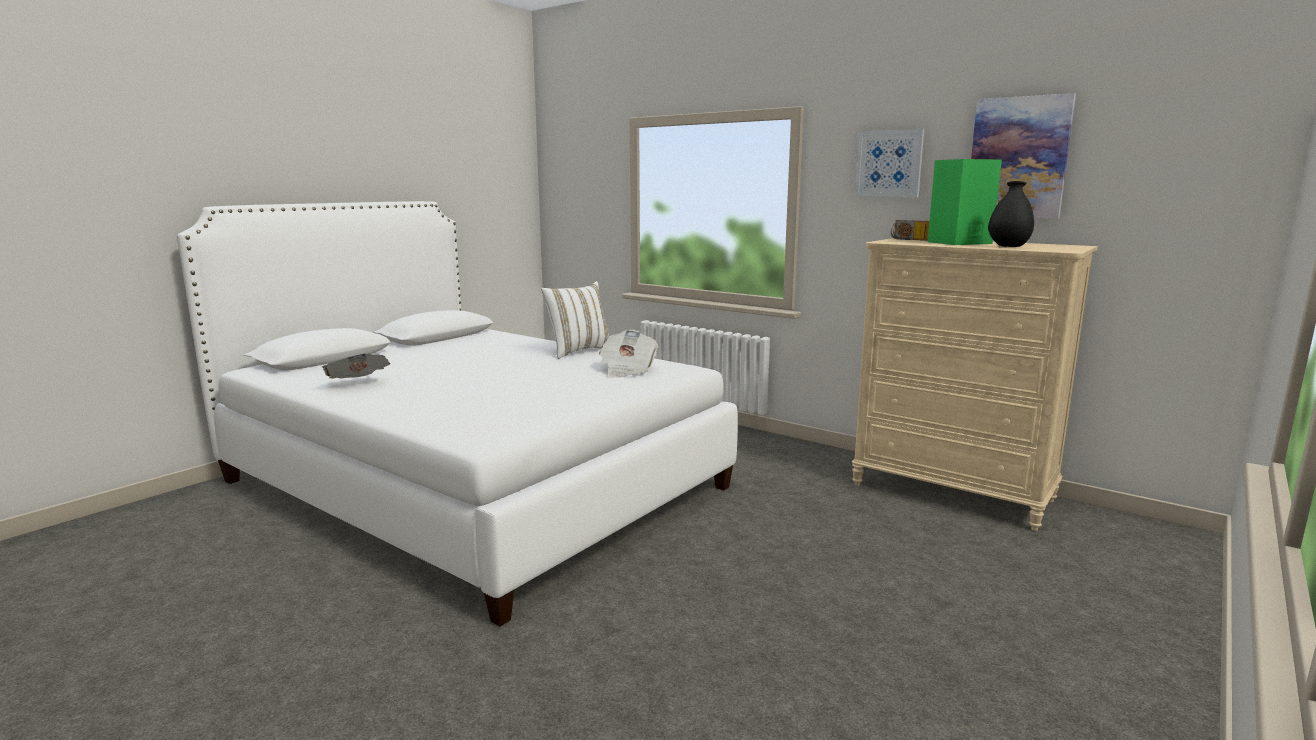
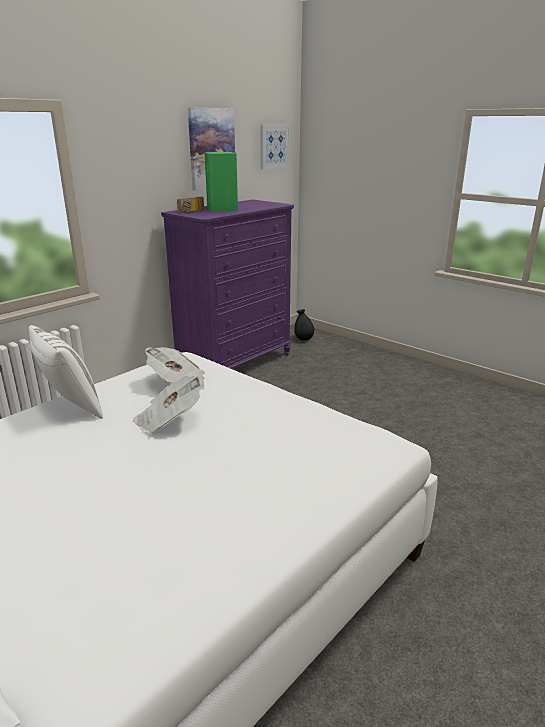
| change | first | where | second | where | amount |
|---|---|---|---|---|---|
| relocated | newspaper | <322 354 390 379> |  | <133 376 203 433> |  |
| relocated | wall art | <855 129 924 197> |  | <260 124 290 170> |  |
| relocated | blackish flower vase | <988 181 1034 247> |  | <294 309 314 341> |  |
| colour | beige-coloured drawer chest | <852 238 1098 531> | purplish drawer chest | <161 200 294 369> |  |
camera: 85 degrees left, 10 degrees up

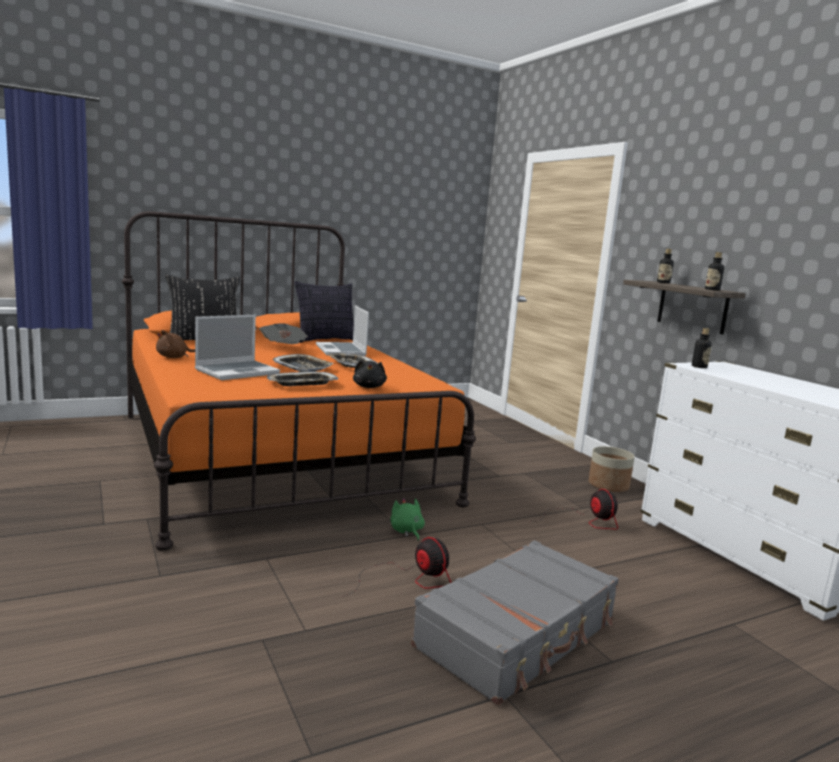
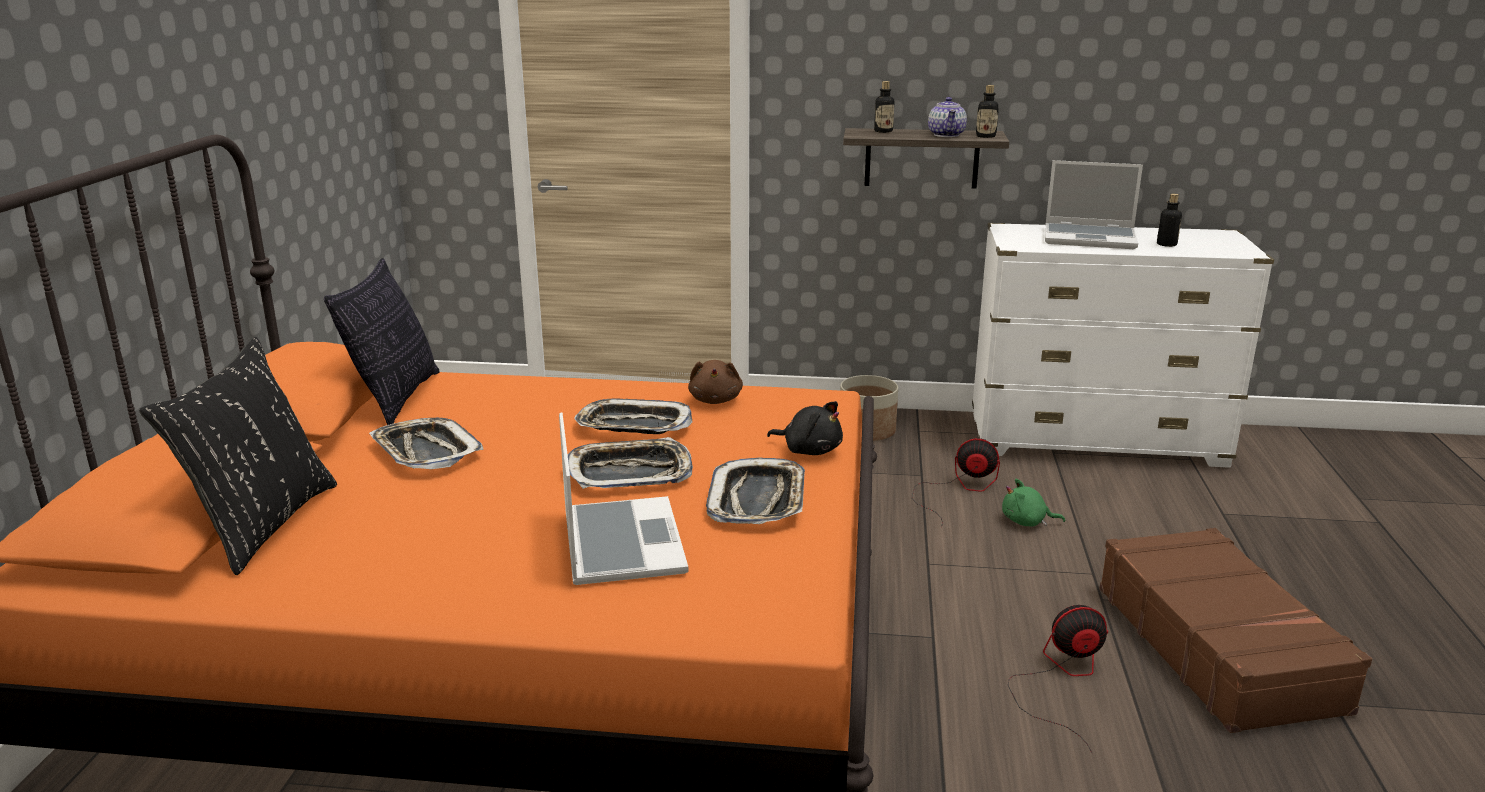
| change | first | where | second | where | amount |
|---|---|---|---|---|---|
| appeared |  |  | teapot | <928 97 967 137> |  |
| relocated | brownish soft toy | <156 330 195 358> |  | <688 360 743 404> |  |
| relocated | laptop | <316 305 369 356> |  | <1045 160 1143 249> |  |
| relocated | green soft toy | <390 498 425 541> |  | <1002 479 1065 526> |  |
| relocated | drink bottle | <692 328 712 368> |  | <1157 194 1182 247> |  |
| exchanged | newspaper | <259 323 308 344> | serving tray | <369 418 484 469> |  |
| colour | gray travel case | <411 540 619 705> | brownish travel case | <1099 528 1372 733> |  |
camera: 55 degrees left, 10 degrees up

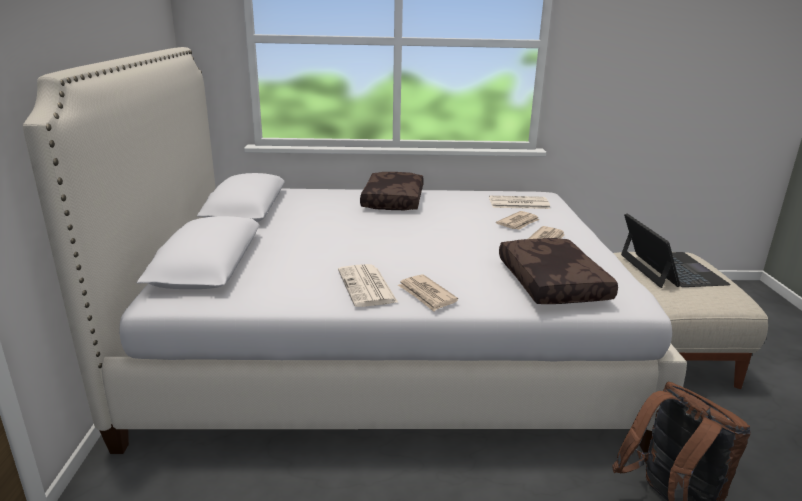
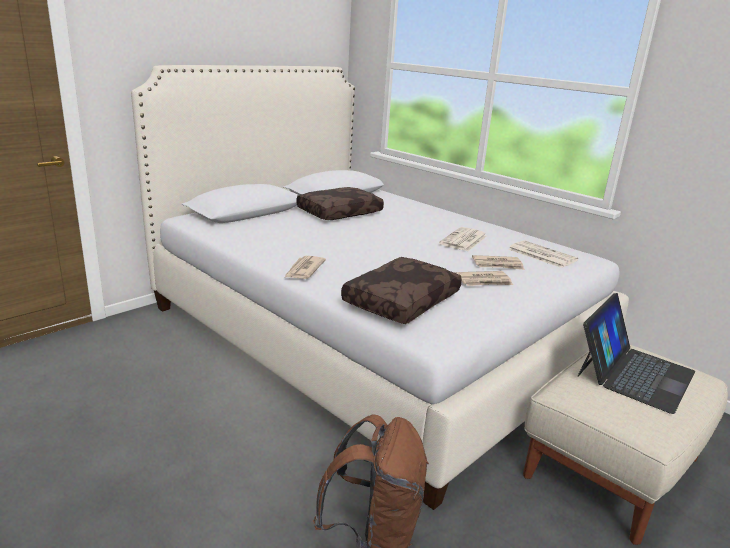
| change | first | where | second | where | amount |
|---|---|---|---|---|---|
| relocated | newspaper | <338 264 398 307> |  | <439 227 487 251> |  |
| relocated | brownish throw pillow | <360 172 424 210> |  | <296 187 384 220> |  |
camera: 45 degrees right, 0 degrees up

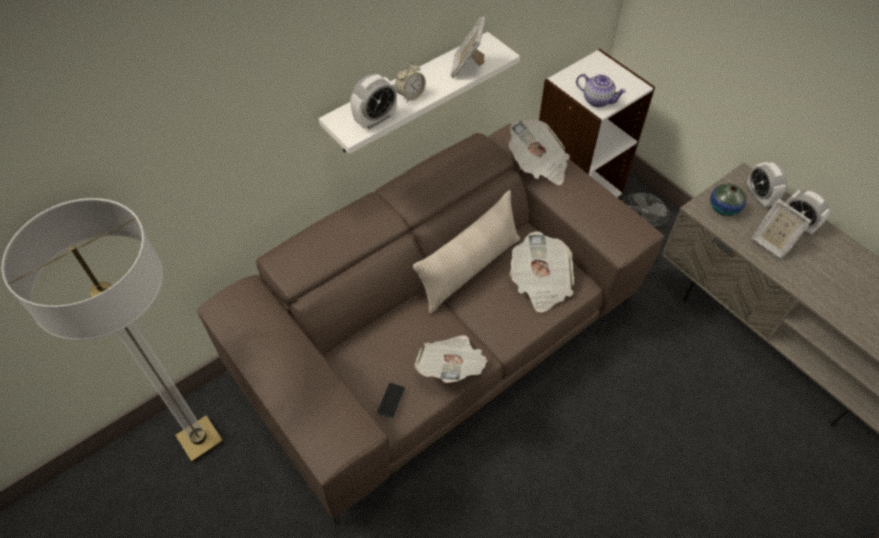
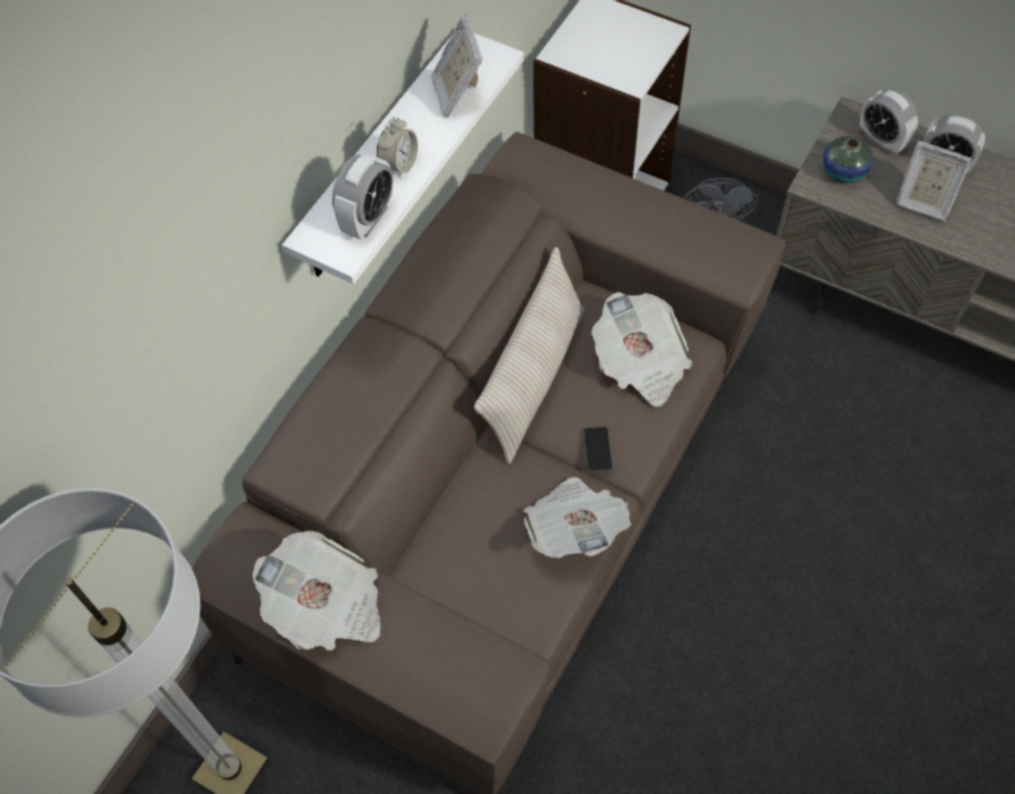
| change | first | where | second | where | amount |
|---|---|---|---|---|---|
| missing | teapot | <576 74 626 107> |  |  |  |
| relocated | telephone | <377 383 405 418> |  | <584 427 613 472> |  |
| relocated | newspaper | <508 119 570 185> |  | <253 531 380 651> |  |
camera: 20 degrees left, 5 degrees up

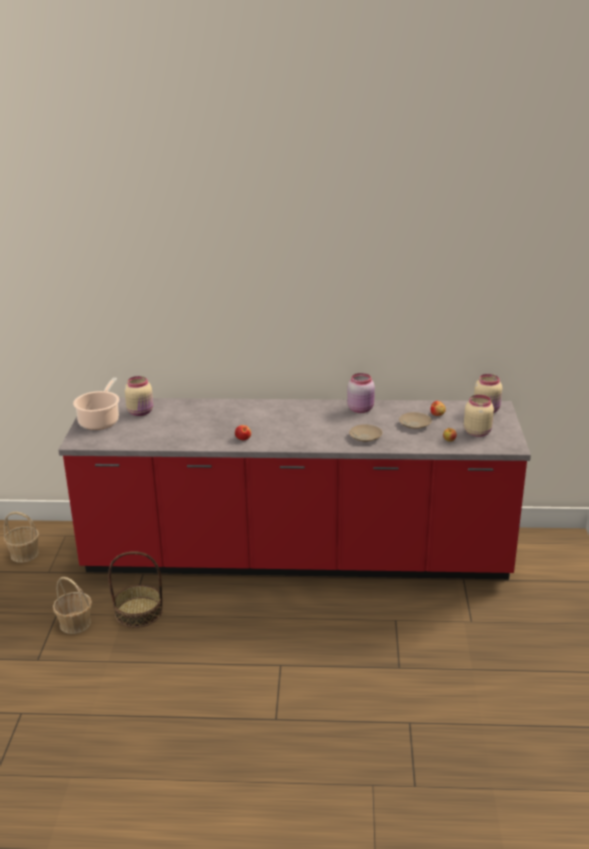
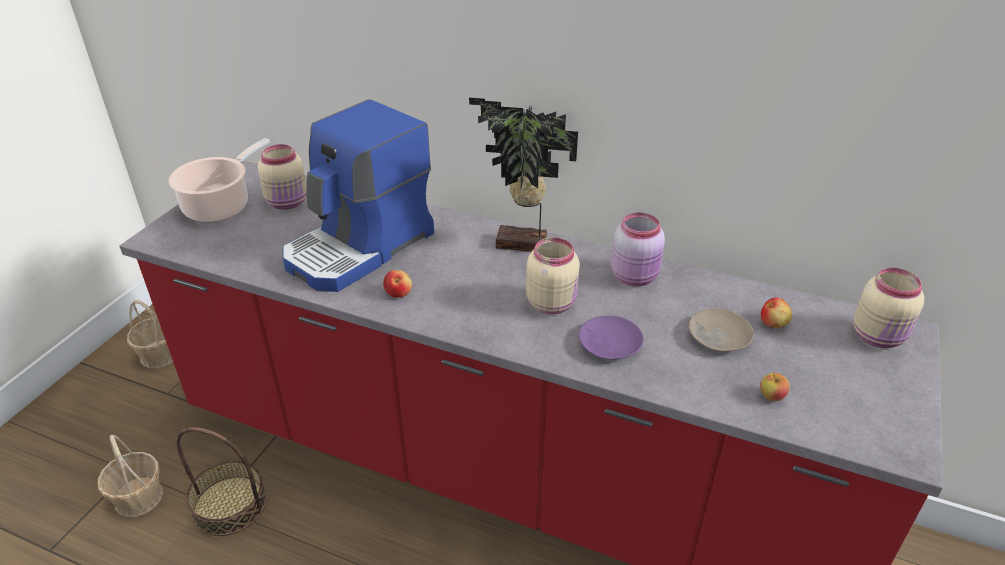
| change | first | where | second | where | amount |
|---|---|---|---|---|---|
| appeared |  |  | coffee machine | <283 99 434 292> |  |
| appeared |  |  | plant in a pot | <469 98 578 252> |  |
| relocated | beige-coloured jar | <464 395 494 437> |  | <526 237 580 314> |  |
| colour | beige-coloured plate | <349 424 382 442> | purplish plate | <579 315 643 359> |  |
camera: 20 degrees right, 10 degrees up

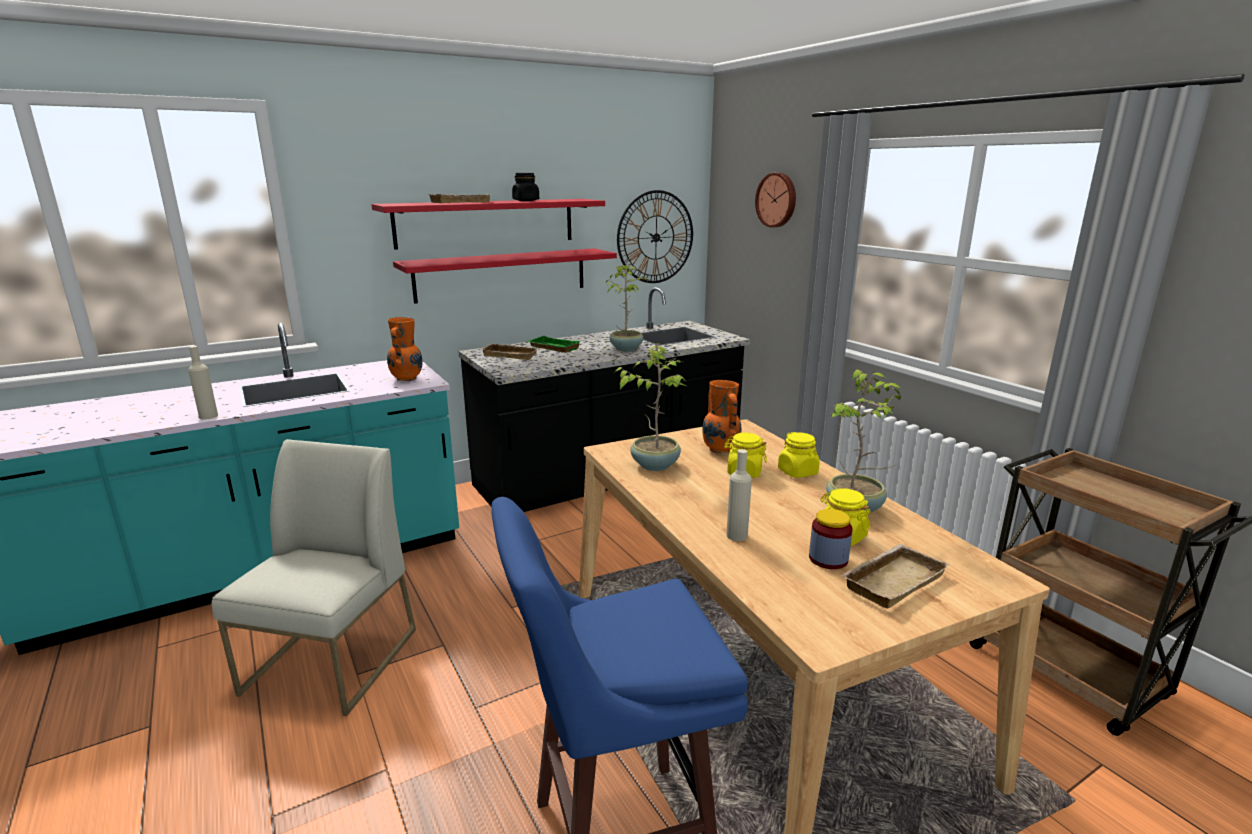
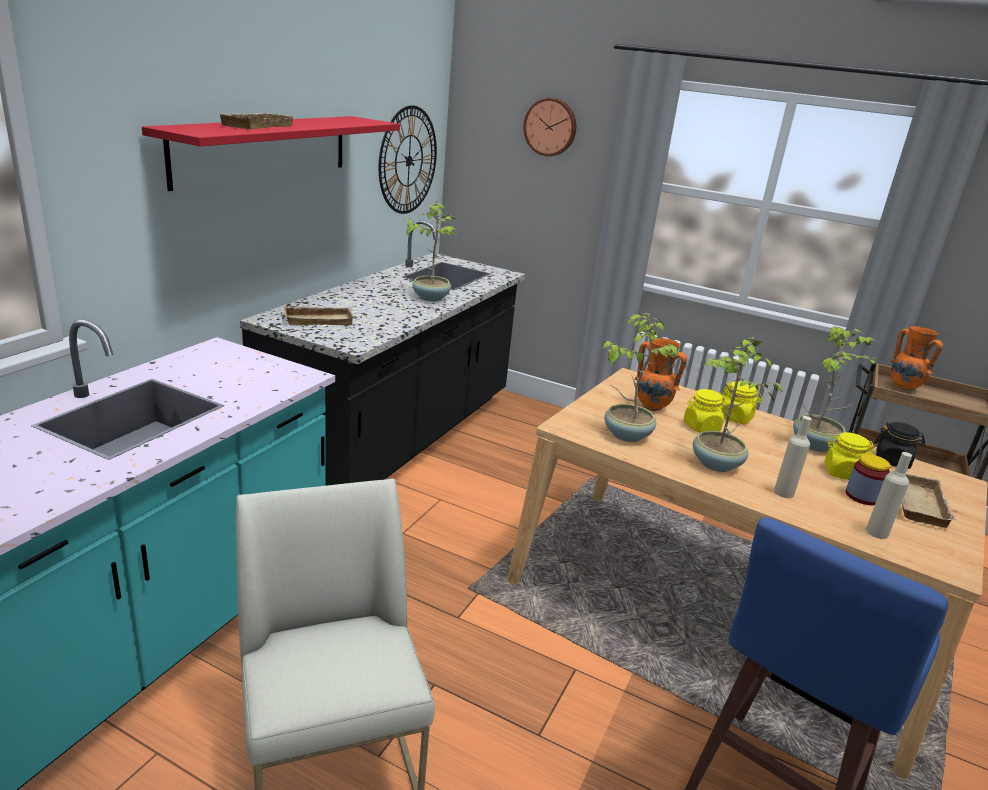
| change | first | where | second | where | amount |
|---|---|---|---|---|---|
| missing | red-coloured wall shelf | <393 248 617 304> |  |  |  |
| missing | green serving tray | <526 336 581 353> |  |  |  |
| appeared |  |  | plant in a pot | <693 337 783 472> |  |
| relocated | beige-coloured drink bottle | <188 346 218 419> |  | <866 452 912 539> |  |
| relocated | orange-coloured flower vase | <387 317 423 381> |  | <891 326 943 391> |  |
| relocated | blackish jar | <512 173 539 201> |  | <875 422 925 469> |  |
camera: 35 degrees left, 5 degrees up

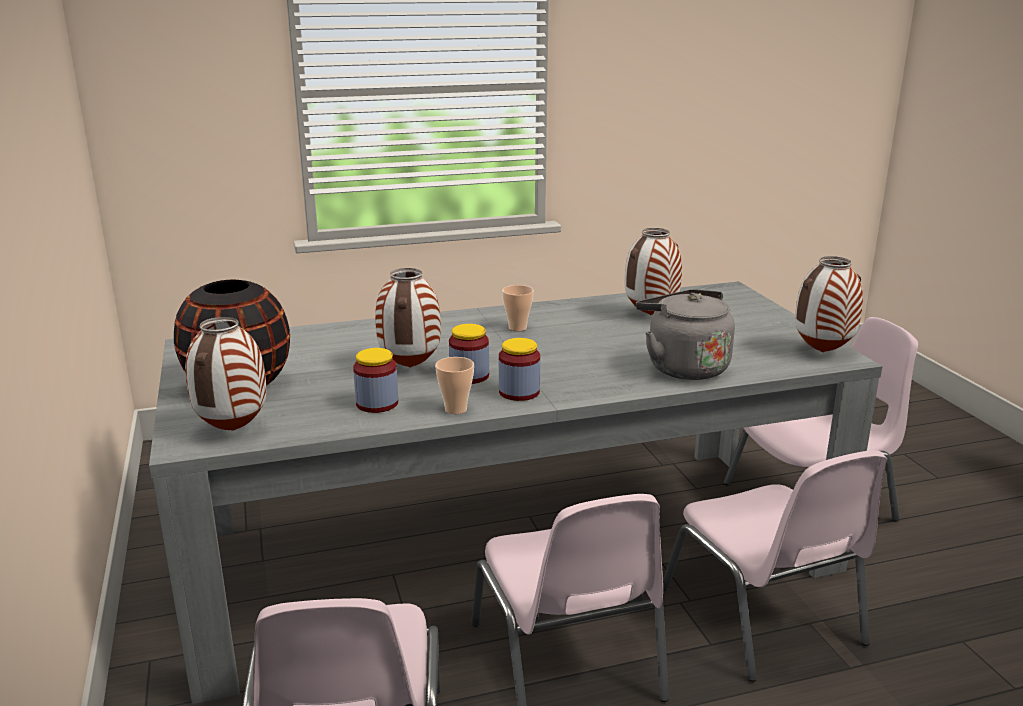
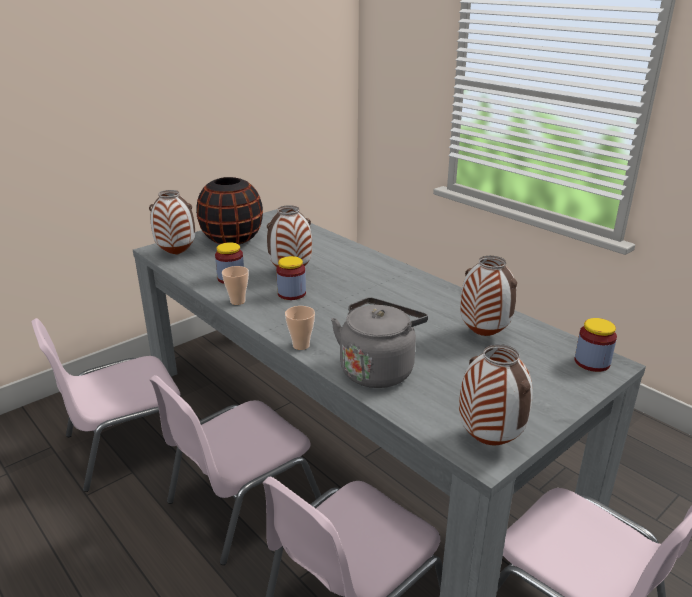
| change | first | where | second | where | amount |
|---|---|---|---|---|---|
| relocated | jar | <499 338 540 401> |  | <575 318 617 372> |  |
| relocated | drinking cup | <502 285 534 331> |  | <285 306 315 350> |  |
camera: 65 degrees right, 5 degrees up

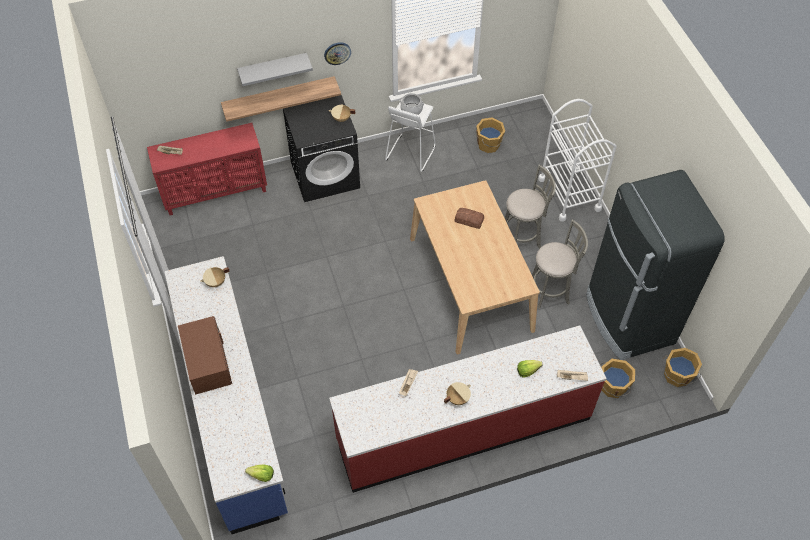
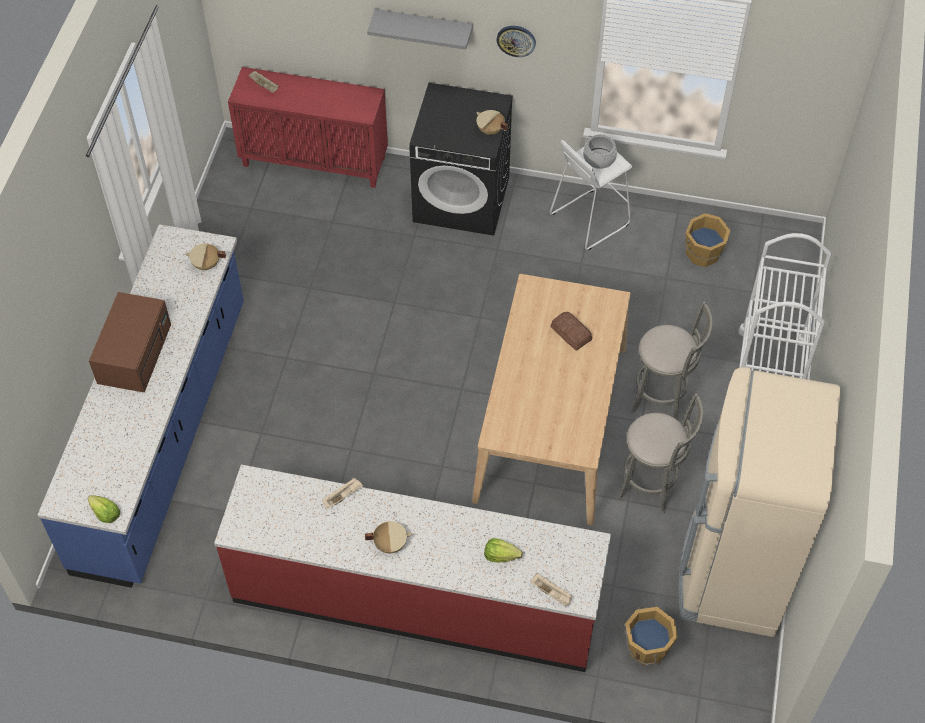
| change | first | where | second | where | amount |
|---|---|---|---|---|---|
| missing | wall shelf | <221 76 341 122> |  |  |  |
| missing | orange-coloured water bucket | <663 348 702 387> |  |  |  |
| colour | blackish refrigerator | <586 170 725 360> | beige-coloured refrigerator | <678 367 841 637> |  |
camera: 30 degrees right, 0 degrees up

